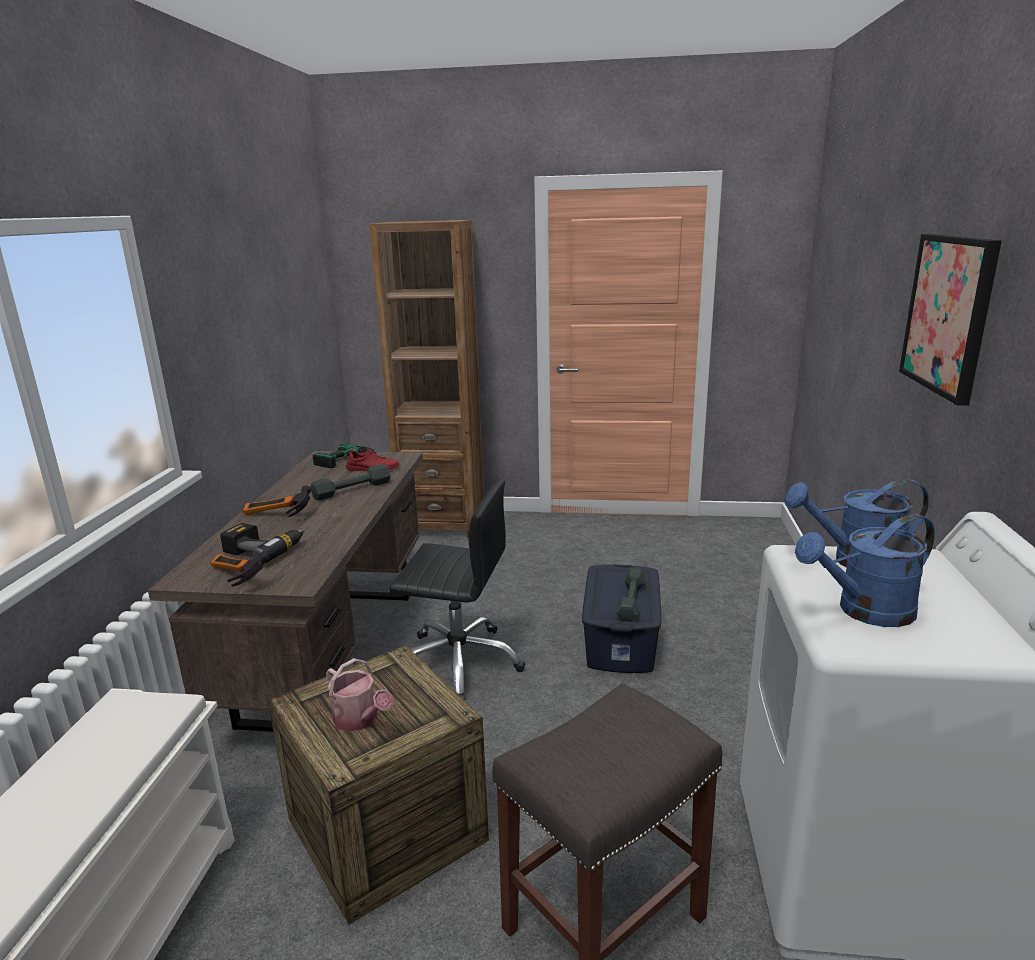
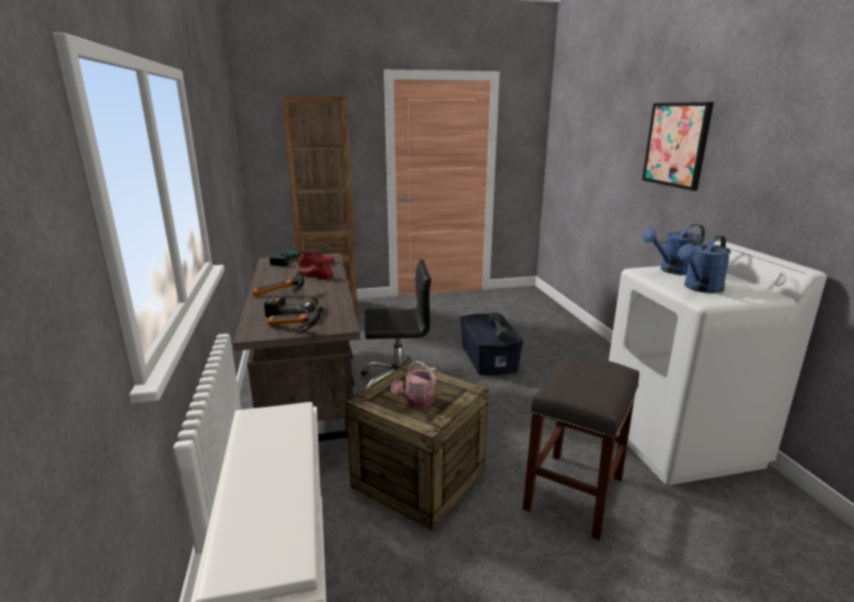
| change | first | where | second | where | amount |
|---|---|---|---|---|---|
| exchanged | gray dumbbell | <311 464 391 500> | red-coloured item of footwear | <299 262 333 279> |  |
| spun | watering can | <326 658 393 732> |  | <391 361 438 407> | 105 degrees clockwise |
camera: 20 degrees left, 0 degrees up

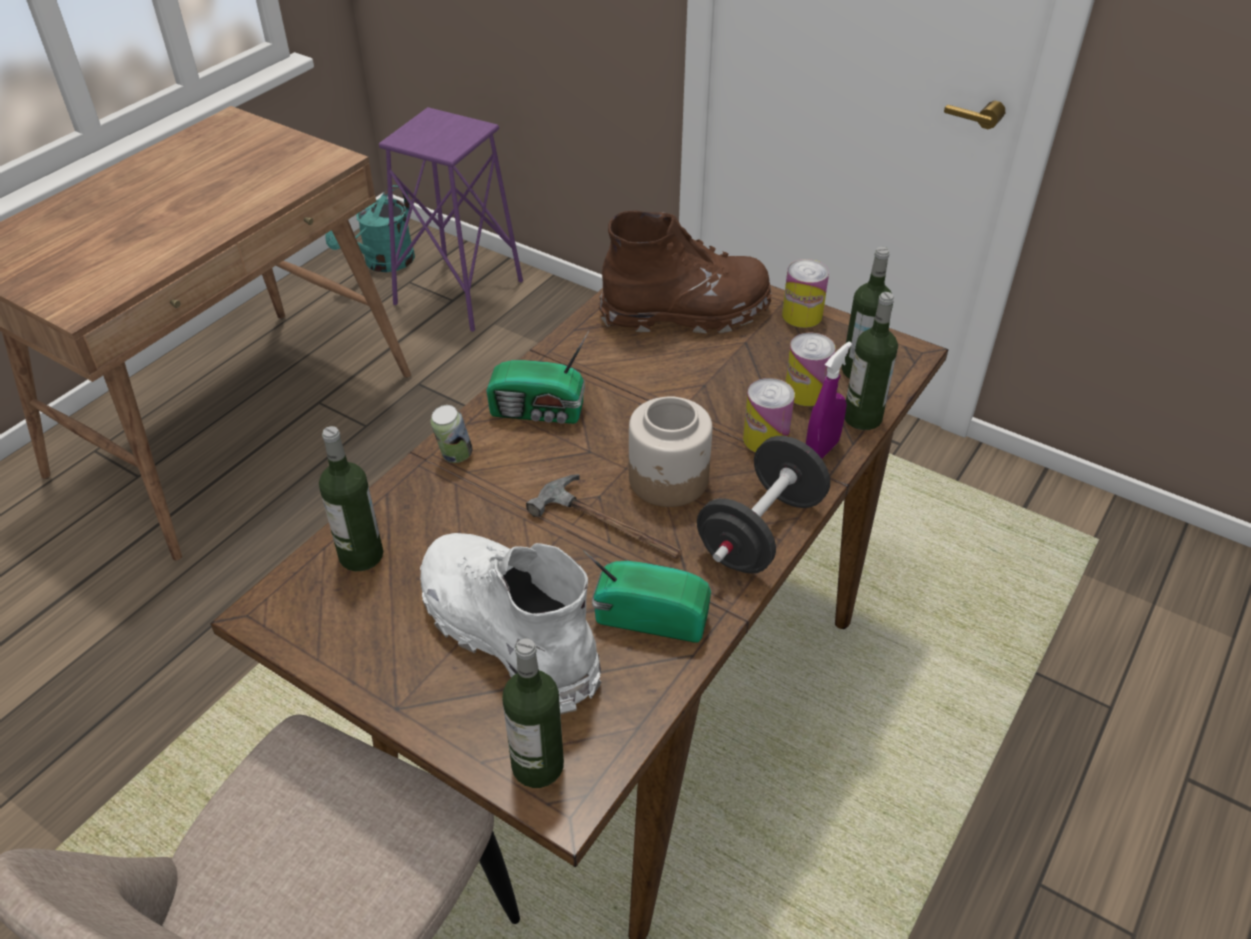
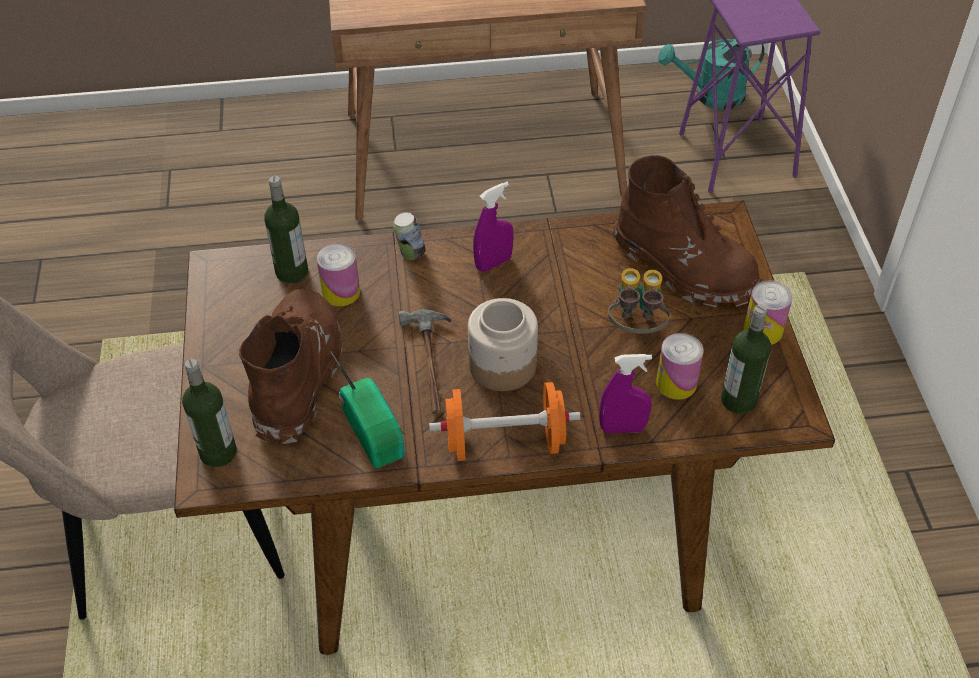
| change | first | where | second | where | amount |
|---|---|---|---|---|---|
| missing | drink bottle | <845 292 898 430> |  |  |  |
| appeared |  |  | binoculars | <608 268 670 334> |  |
| relocated | metal can | <743 378 795 452> |  | <317 243 360 306> |  |
| exchanged | radio set | <486 331 589 424> | purplish hand sprayer | <473 182 514 272> |  |
| colour | white-coloured tall boot | <420 533 601 715> | brownish tall boot | <239 289 342 444> |  |
| colour | blackish dumbbell | <697 436 830 574> | orange-coloured dumbbell | <429 382 580 461> |  |
camera: 50 degrees right, 5 degrees up

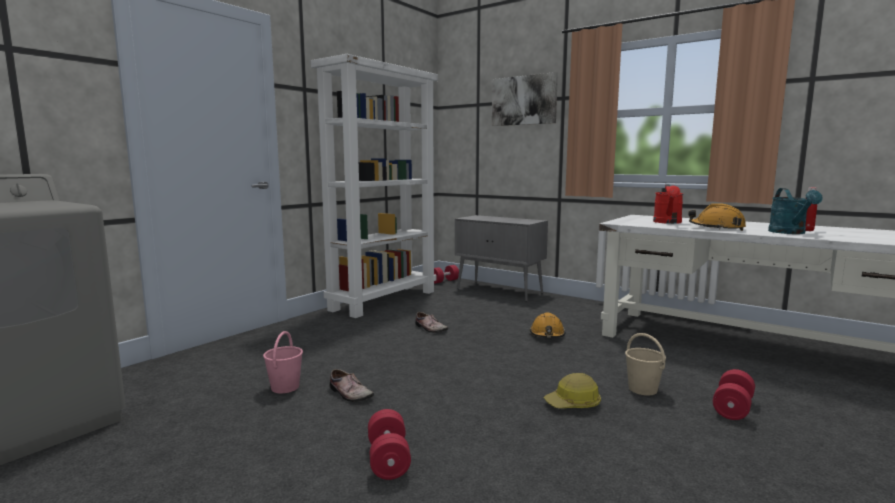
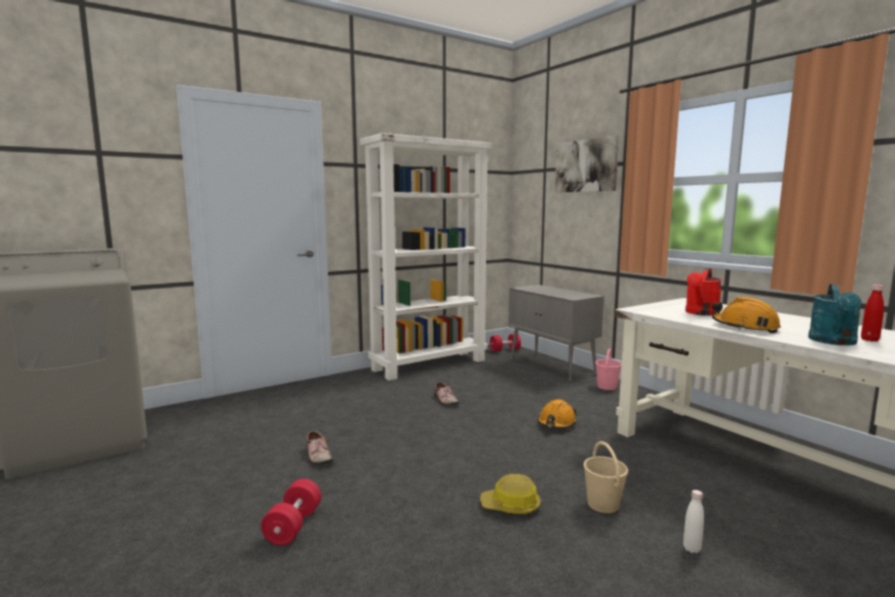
| change | first | where | second | where | amount |
|---|---|---|---|---|---|
| relocated | pink water bucket | <263 331 303 393> |  | <595 348 622 390> |  |
| exchanged | red-coloured dumbbell | <713 369 755 420> | white-coloured drink bottle | <683 490 704 553> |  |
camera: 20 degrees right, 0 degrees up

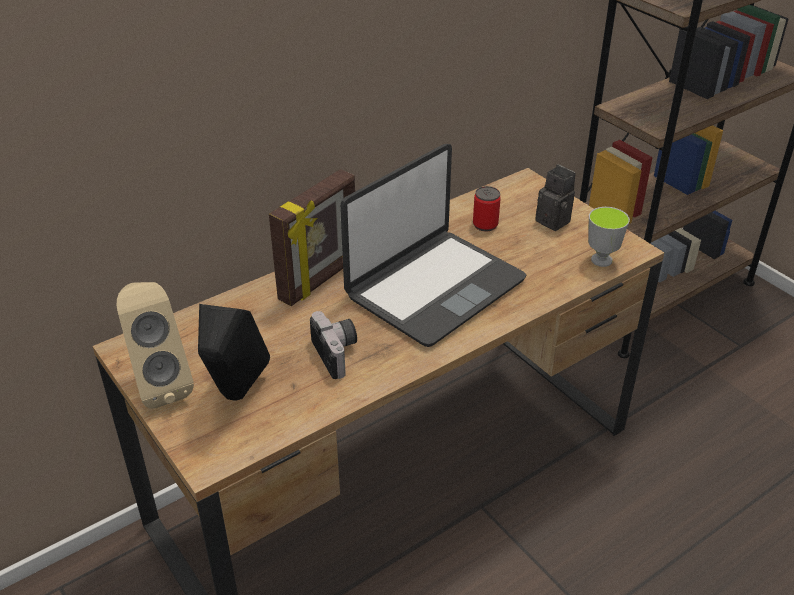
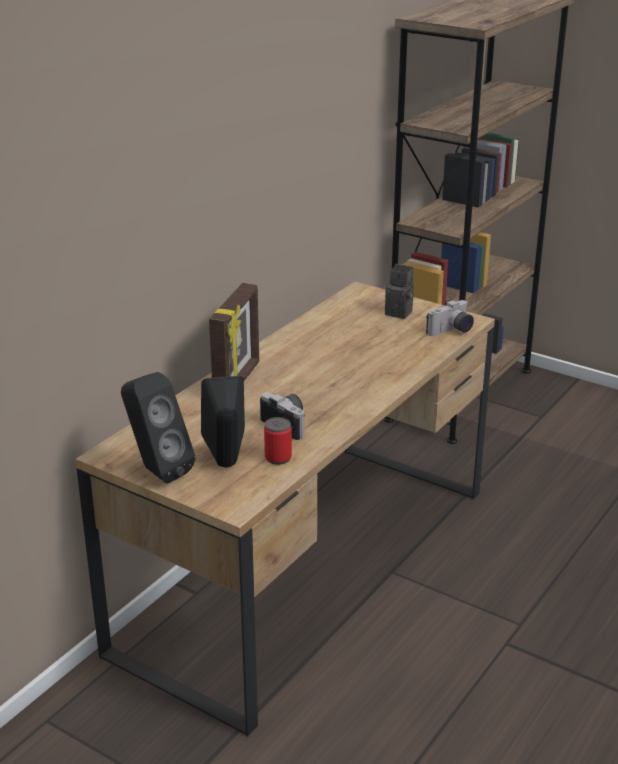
| change | first | where | second | where | amount |
|---|---|---|---|---|---|
| missing | laptop | <340 144 526 347> |  |  |  |
| relocated | metal can | <473 186 501 231> |  | <264 417 292 465> |  |
| exchanged | drinking cup | <588 207 630 267> | still camera | <426 300 474 336> |  |
| colour | beige-coloured audio speaker | <117 282 194 409> | blackish audio speaker | <121 372 195 484> |  |
camera: 20 degrees left, 10 degrees down

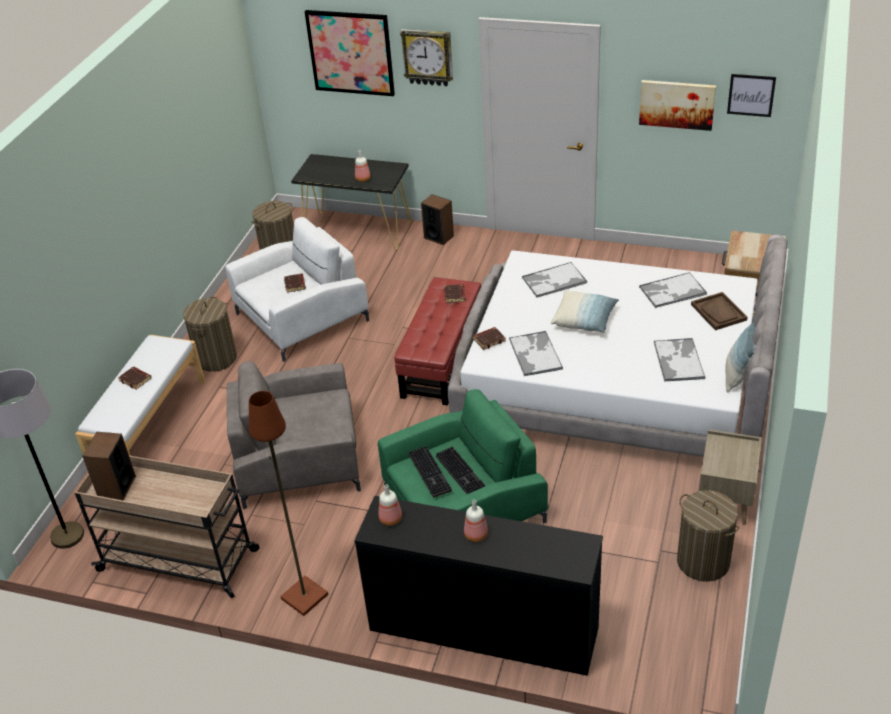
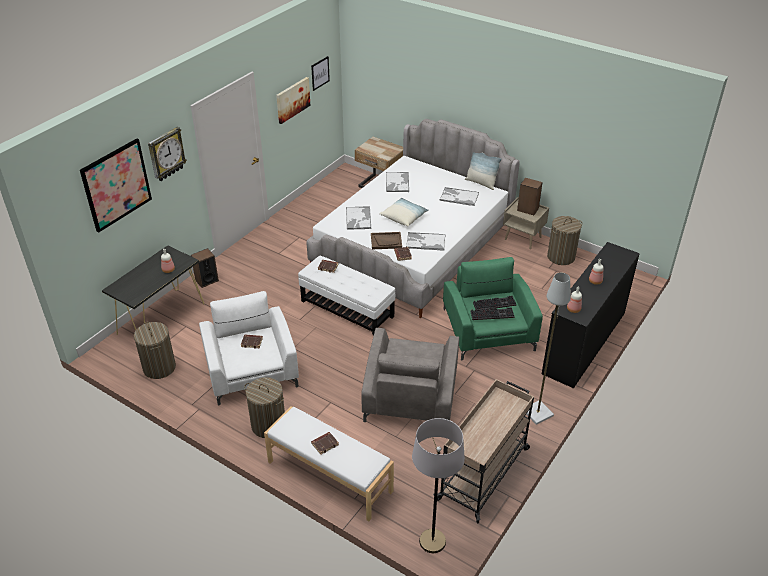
| change | first | where | second | where | amount |
|---|---|---|---|---|---|
| relocated | audio speaker | <83 432 136 500> |  | <517 178 543 215> |  |
| relocated | brownish serving tray | <691 292 748 330> |  | <371 232 402 249> |  |
| colour | brownish floor lamp | <249 391 328 616> | gray floor lamp | <526 273 571 425> |  |
| colour | red-coloured pouffe | <394 277 481 405> | white-coloured pouffe | <298 255 395 335> |  |
camera: 75 degrees left, 0 degrees up

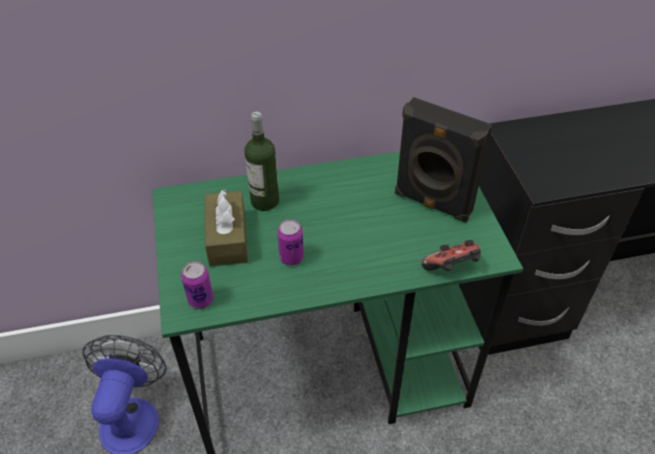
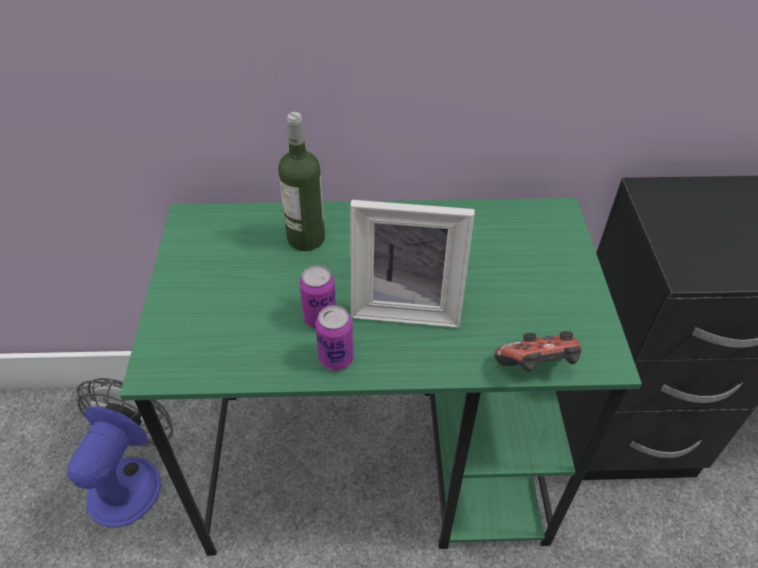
| change | first | where | second | where | amount |
|---|---|---|---|---|---|
| missing | brownish box of tissues | <205 189 248 267> |  |  |  |
| missing | blackish audio speaker | <395 97 492 223> |  |  |  |
| appeared |  |  | standing frame | <350 200 475 328> |  |
| relocated | metal can | <181 261 213 309> |  | <315 305 354 371> |  |
camera: 10 degrees right, 0 degrees up

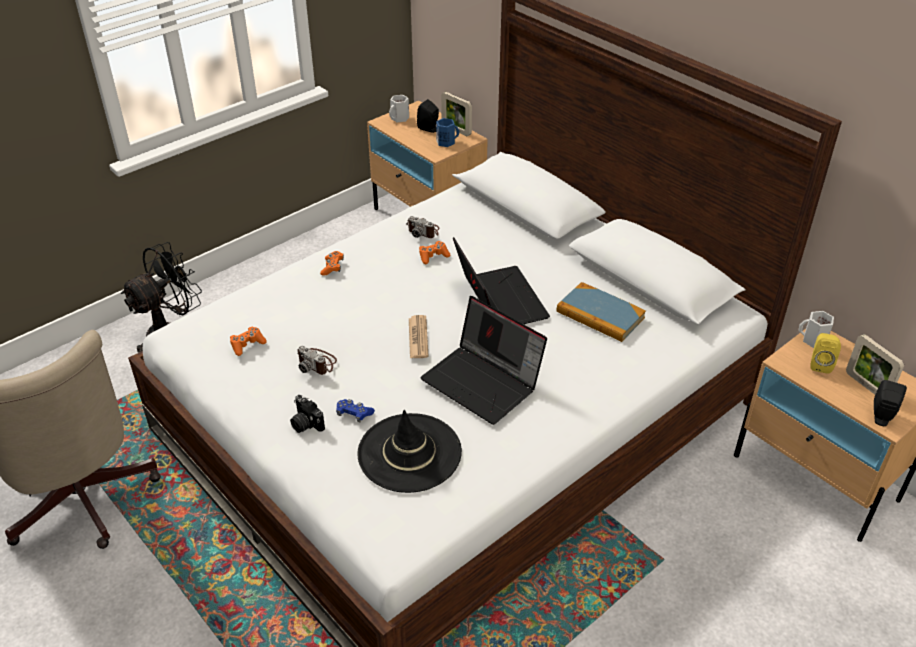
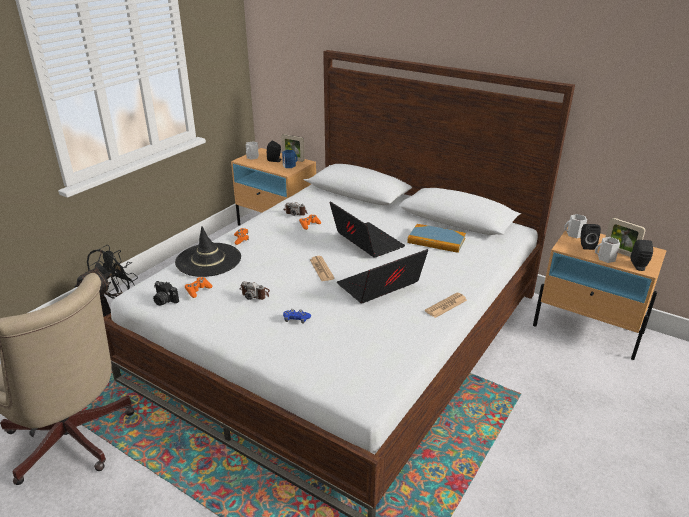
| change | first | where | second | where | amount |
|---|---|---|---|---|---|
| appeared |  |  | newspaper | <425 293 467 318> |  |
| appeared |  |  | white-coloured tea mug | <595 237 620 263> |  |
| relocated | still camera | <290 395 325 433> |  | <153 281 179 306> |  |
| relocated | blackish wearable hat | <357 410 462 493> |  | <175 226 241 277> |  |
| colour | yellow-coloured audio speaker | <810 333 841 373> | blackish audio speaker | <581 224 601 250> |  |
| spun | laptop | <421 296 547 425> |  | <337 249 428 304> | 120 degrees clockwise |
camera: 15 degrees left, 10 degrees down

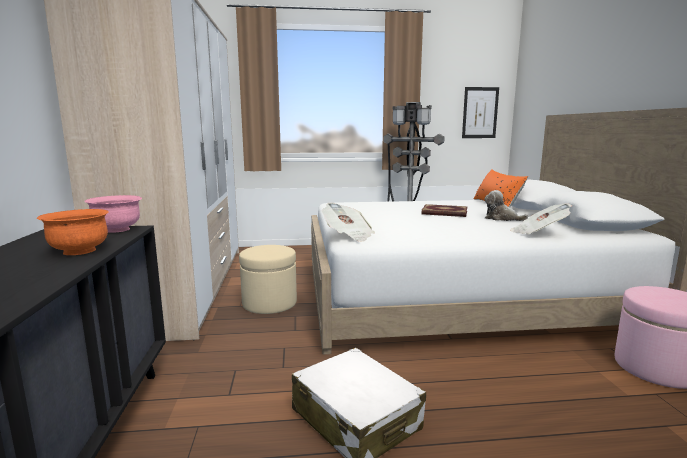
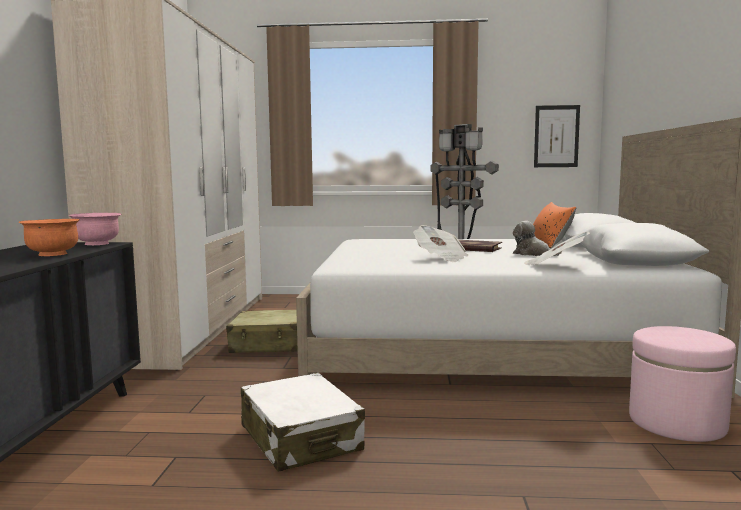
| change | first | where | second | where | amount |
|---|---|---|---|---|---|
| relocated | newspaper | <321 203 375 242> |  | <413 225 468 262> |  |
| exchanged | beige-coloured pouffe | <239 245 297 314> | beige-coloured travel case | <226 310 298 353> |  |
camera: 10 degrees right, 5 degrees down

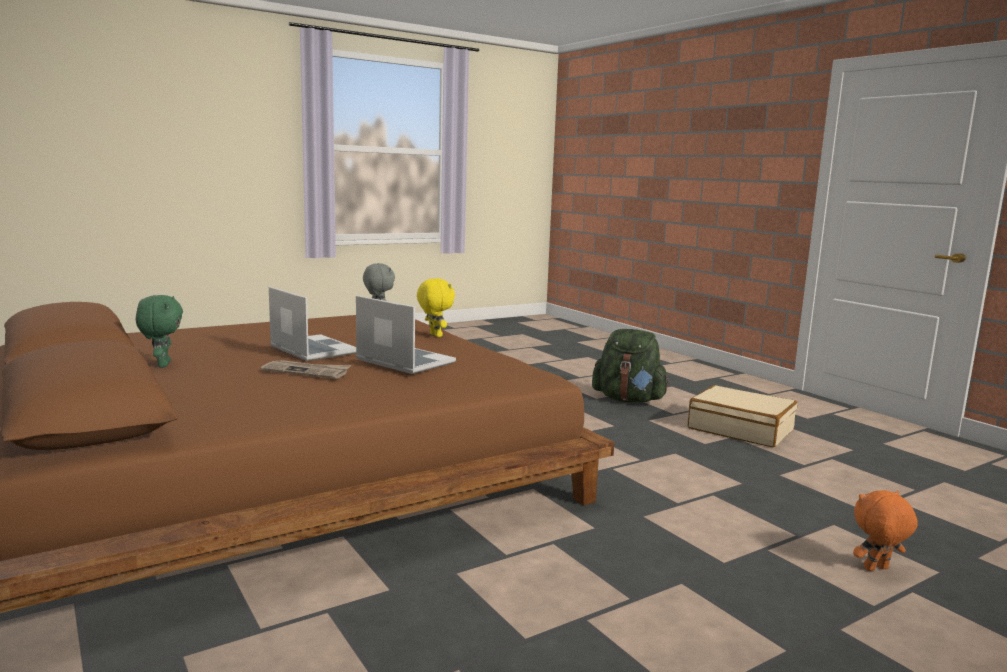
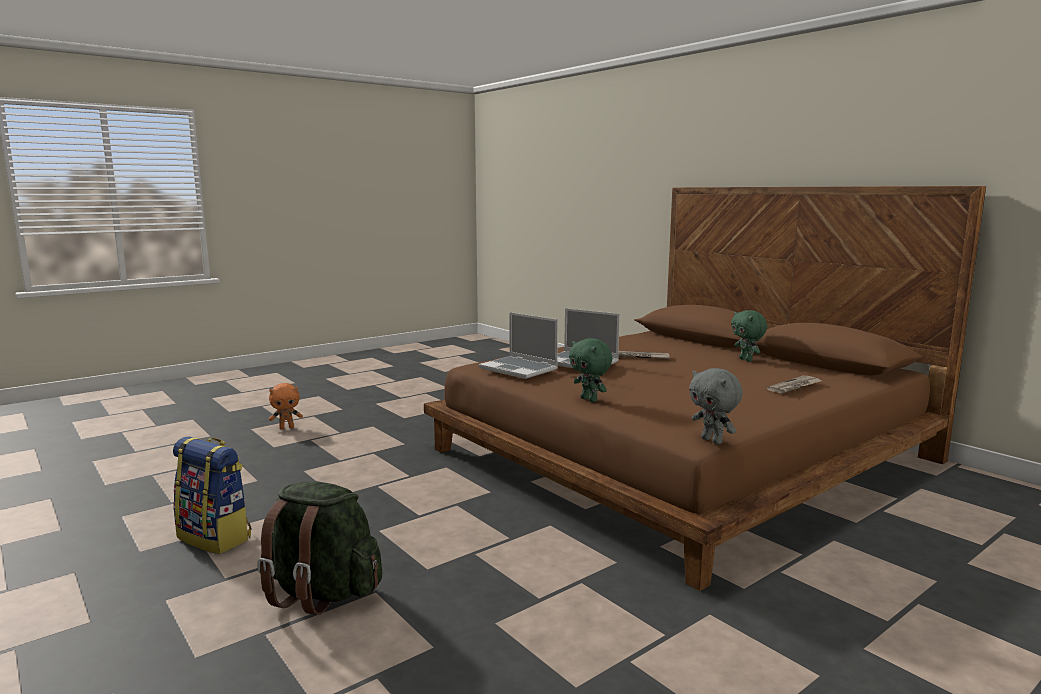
| change | first | where | second | where | amount |
|---|---|---|---|---|---|
| appeared |  |  | newspaper | <767 376 821 394> |  |
| relocated | laptop | <269 287 356 361> |  | <479 312 558 379> |  |
| exchanged | beige-coloured travel case | <688 385 797 447> | rucksack | <173 437 252 554> |  |
| colour | yellow-coloured soft toy | <417 278 455 337> | green soft toy | <569 338 612 402> |  |
camera: 175 degrees right, 0 degrees up

